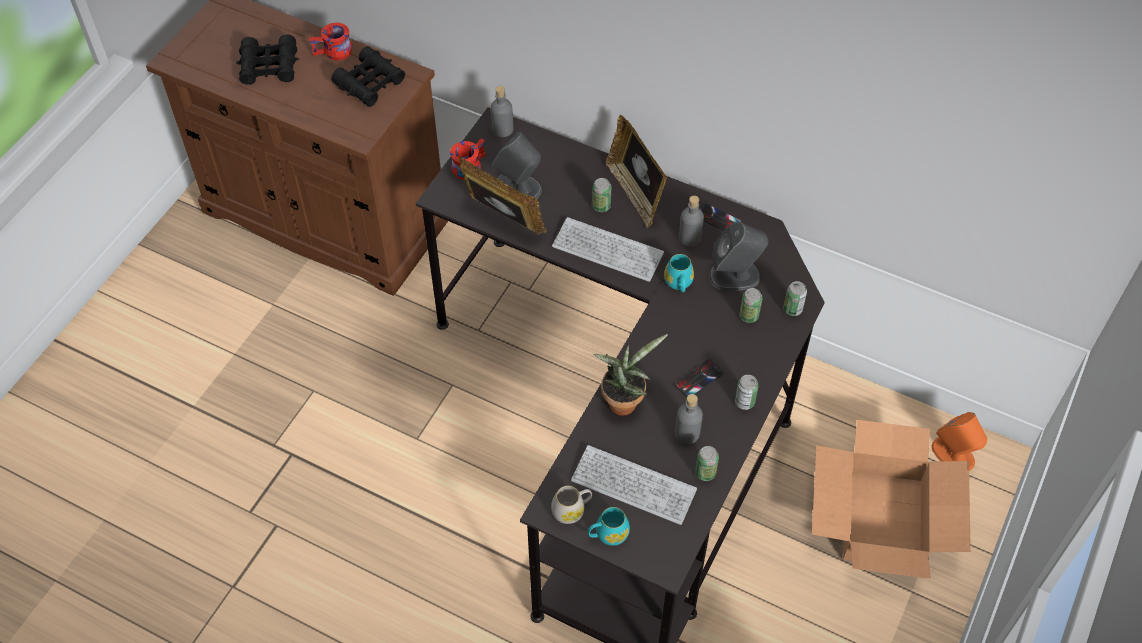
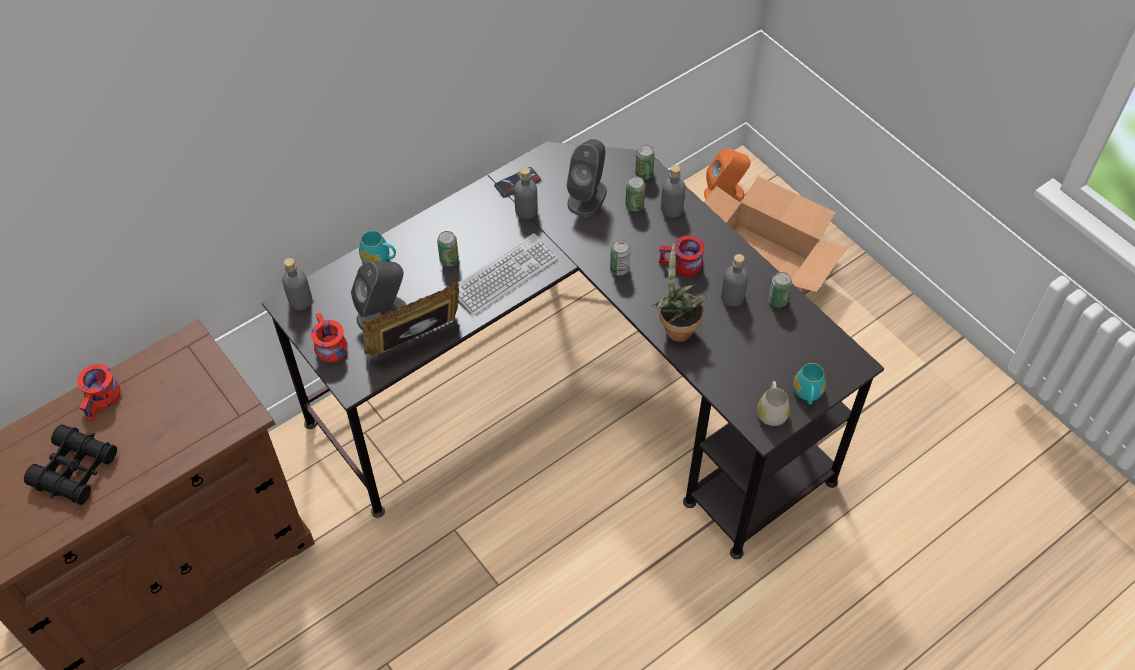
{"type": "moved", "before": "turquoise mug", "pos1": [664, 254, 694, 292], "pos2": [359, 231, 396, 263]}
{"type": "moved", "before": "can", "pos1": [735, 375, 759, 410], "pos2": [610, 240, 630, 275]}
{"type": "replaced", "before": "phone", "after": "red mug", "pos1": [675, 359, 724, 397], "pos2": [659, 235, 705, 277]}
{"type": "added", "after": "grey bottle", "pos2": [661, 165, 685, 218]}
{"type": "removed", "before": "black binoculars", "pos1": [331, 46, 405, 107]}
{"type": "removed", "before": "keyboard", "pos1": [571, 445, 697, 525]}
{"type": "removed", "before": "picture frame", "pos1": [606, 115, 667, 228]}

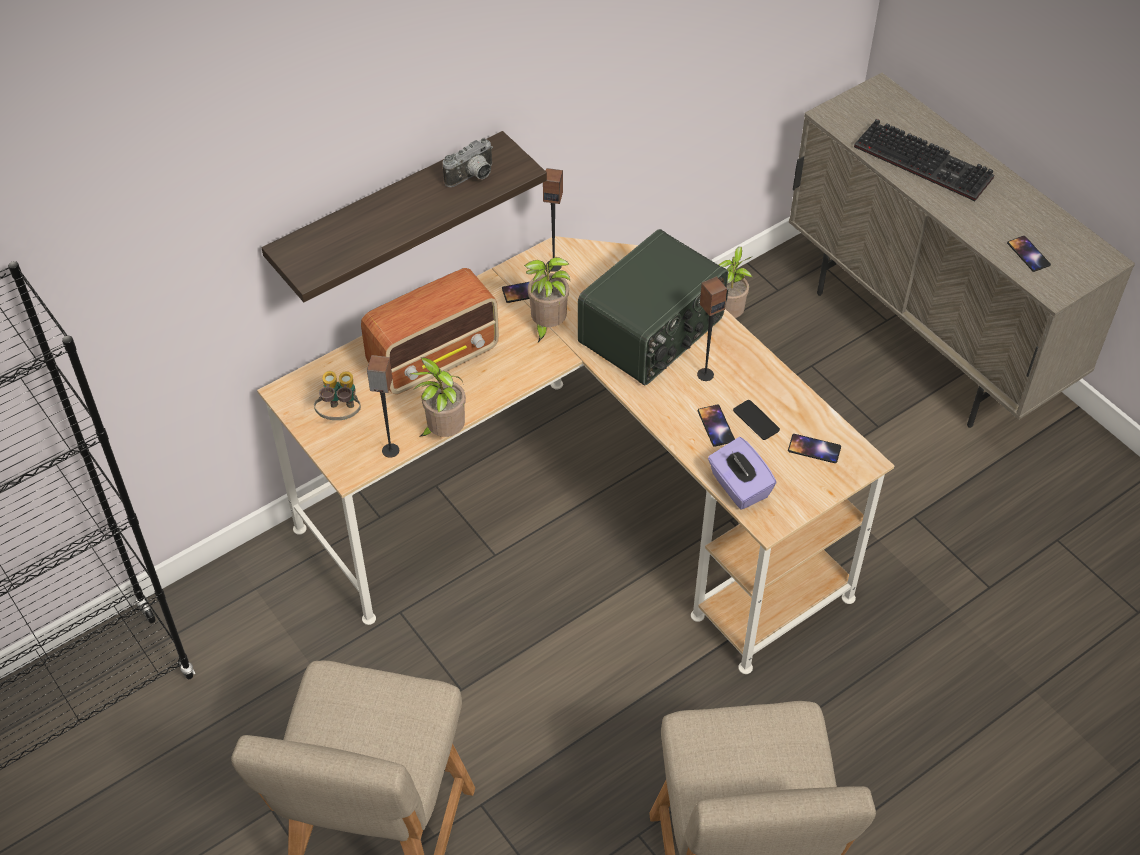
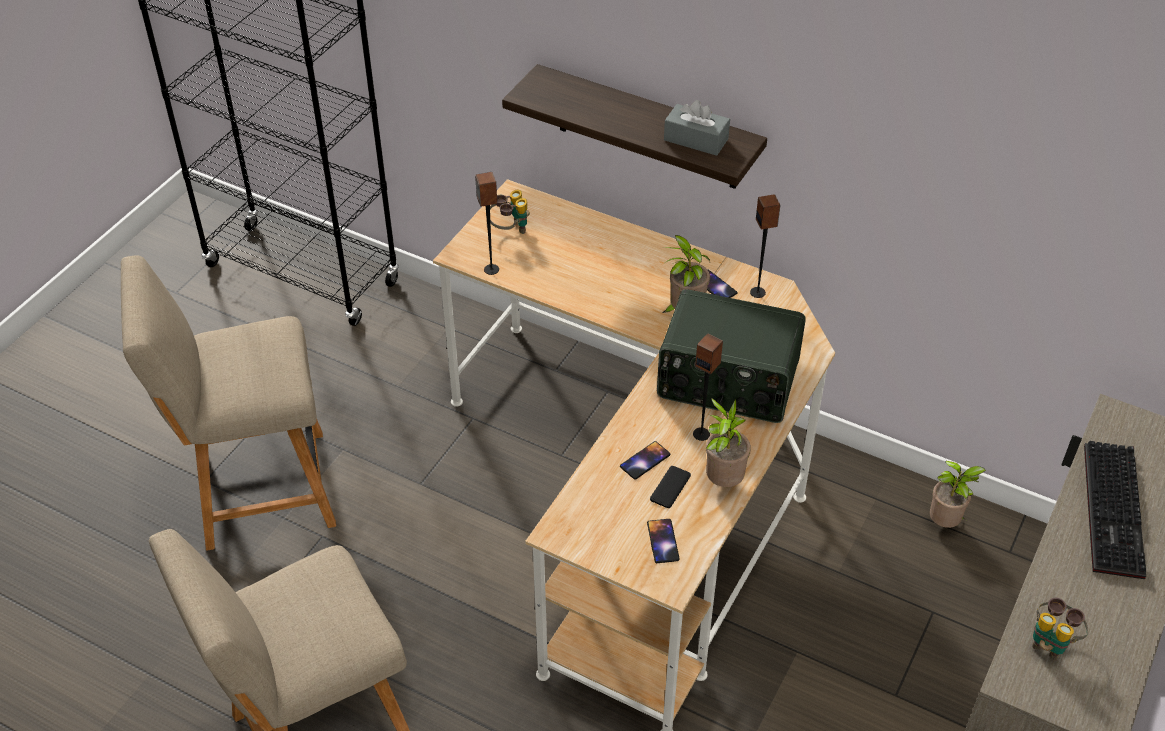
{"type": "replaced", "before": "photo camera", "after": "grey tissue box", "pos1": [443, 138, 493, 187], "pos2": [664, 100, 730, 156]}
{"type": "moved", "before": "potted plant", "pos1": [410, 358, 466, 437], "pos2": [706, 398, 751, 487]}
{"type": "replaced", "before": "phone", "after": "binoculars", "pos1": [1007, 236, 1051, 272], "pos2": [1032, 598, 1089, 661]}
{"type": "removed", "before": "radio", "pos1": [361, 268, 499, 394]}
{"type": "removed", "before": "purple tissue box", "pos1": [708, 437, 777, 510]}

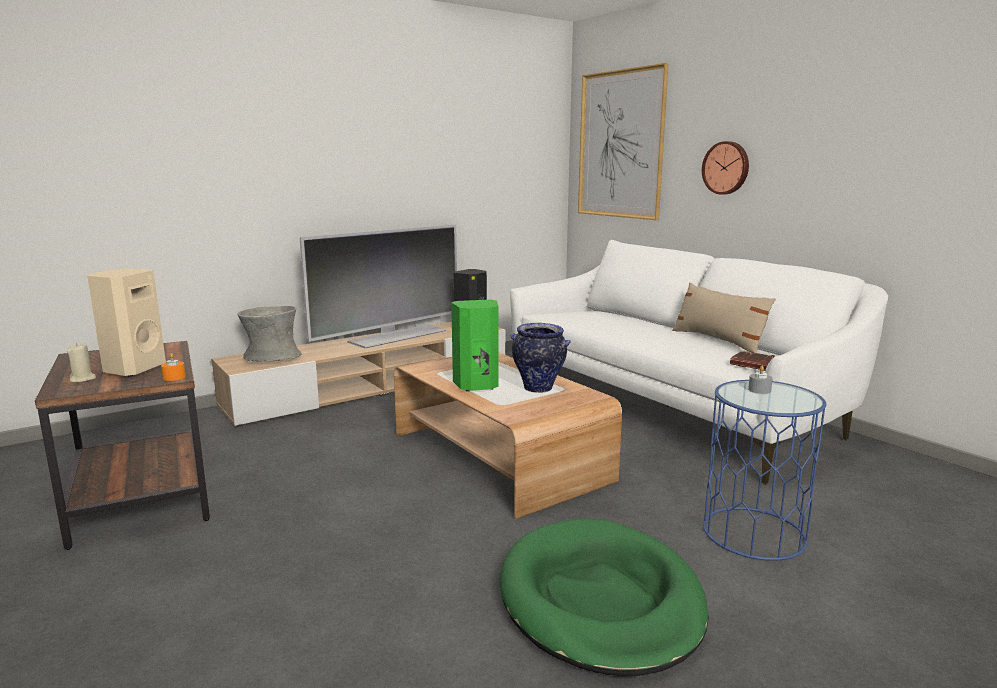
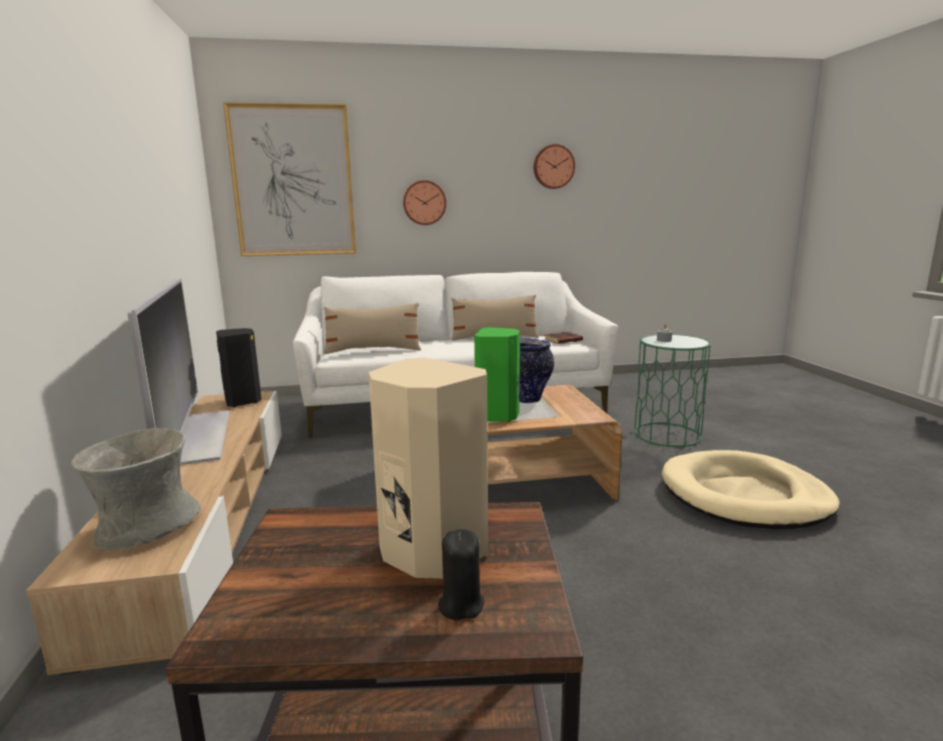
{"type": "added", "after": "beige pillow", "pos2": [324, 303, 421, 354]}
{"type": "recoloured", "before": "beige candle", "after": "black candle", "pos1": [67, 343, 96, 382], "pos2": [438, 529, 484, 620]}
{"type": "added", "after": "wall clock", "pos2": [534, 144, 575, 189]}
{"type": "recoloured", "before": "blue side table", "after": "green side table", "pos1": [703, 380, 826, 561], "pos2": [634, 335, 711, 447]}
{"type": "recoloured", "before": "green dog bed", "after": "beige dog bed", "pos1": [500, 518, 709, 676], "pos2": [662, 450, 840, 529]}
{"type": "removed", "before": "orange candle", "pos1": [161, 353, 186, 381]}

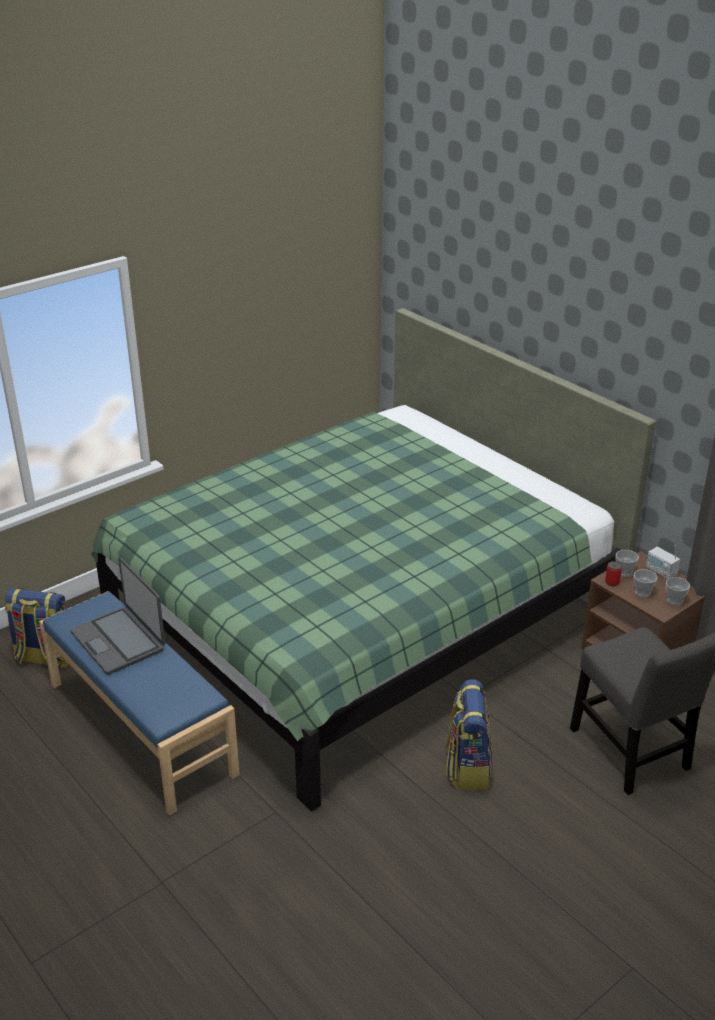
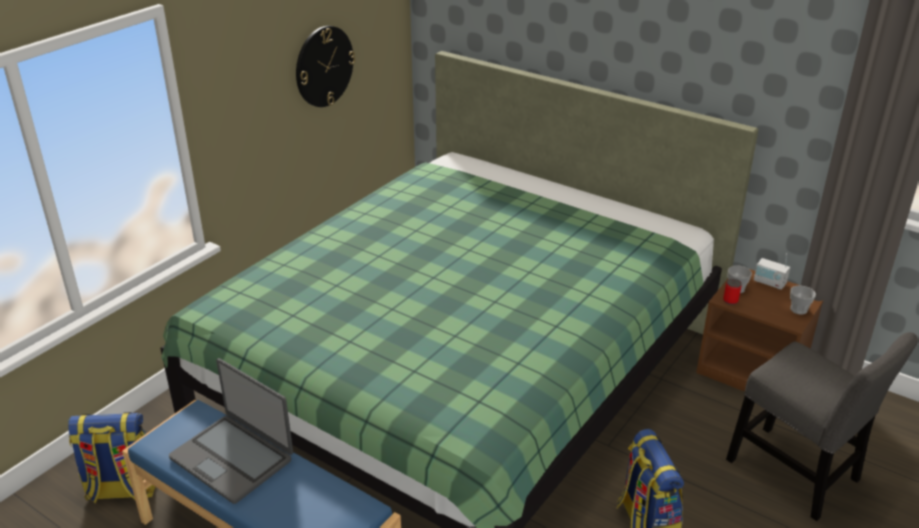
{"type": "added", "after": "wall clock", "pos2": [296, 26, 355, 107]}
{"type": "removed", "before": "cup", "pos1": [634, 569, 658, 597]}

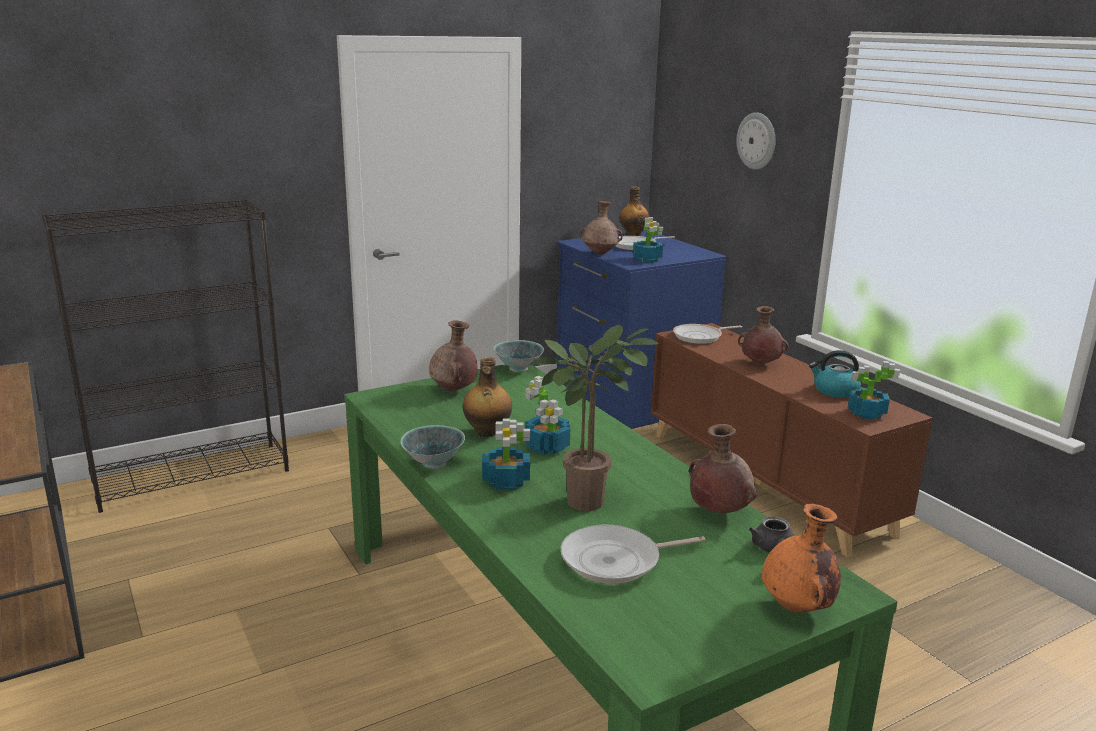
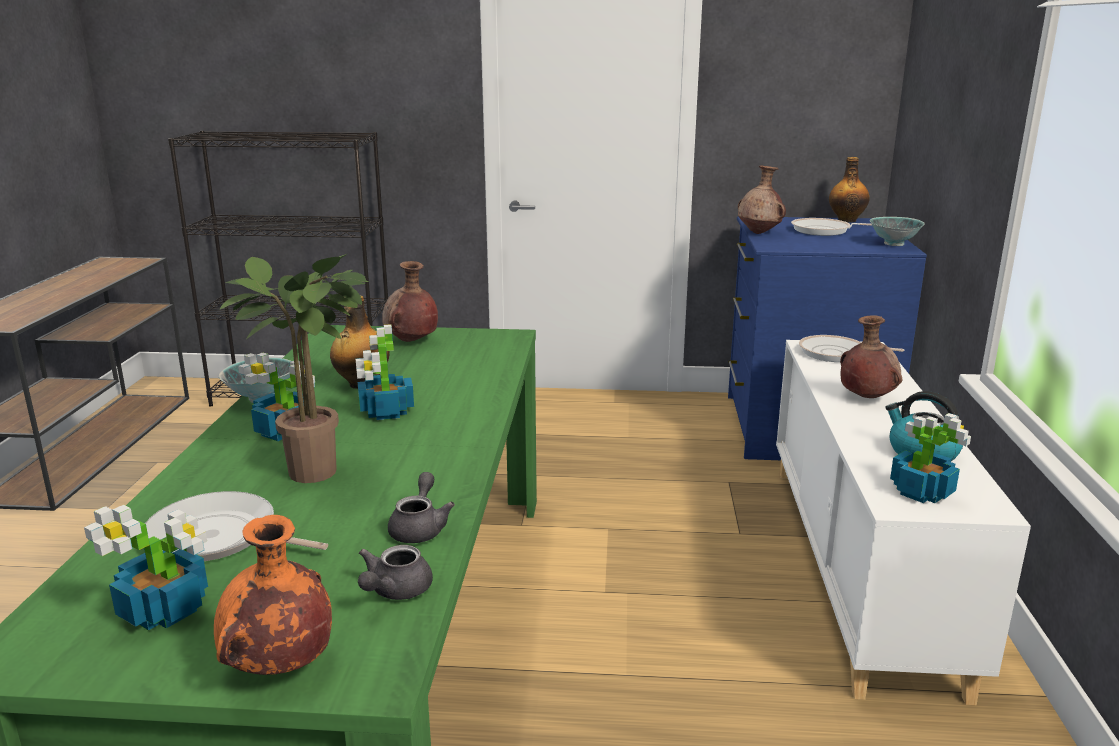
{"type": "moved", "before": "potted plant", "pos1": [633, 217, 663, 262], "pos2": [84, 505, 208, 630]}
{"type": "replaced", "before": "brown vase", "after": "grey teapot", "pos1": [689, 424, 757, 513], "pos2": [388, 472, 455, 543]}
{"type": "recoloured", "before": "brown cabinet", "after": "white cabinet", "pos1": [651, 323, 933, 557], "pos2": [776, 340, 1031, 705]}
{"type": "moved", "before": "bowl", "pos1": [494, 340, 544, 372], "pos2": [870, 217, 925, 246]}
{"type": "removed", "before": "wall clock", "pos1": [736, 112, 776, 170]}

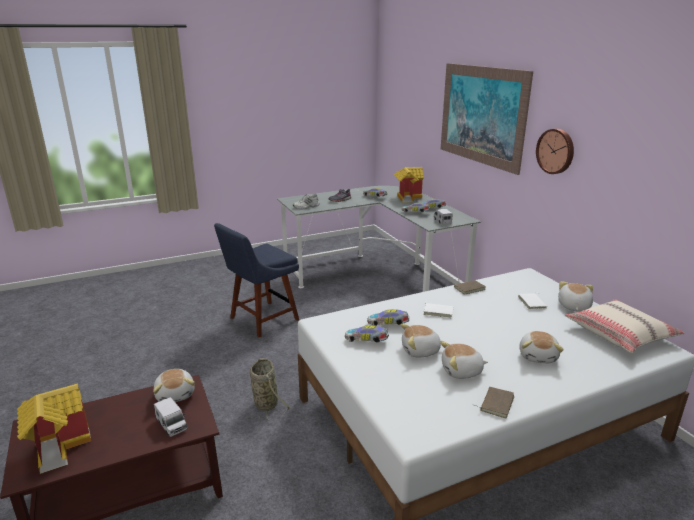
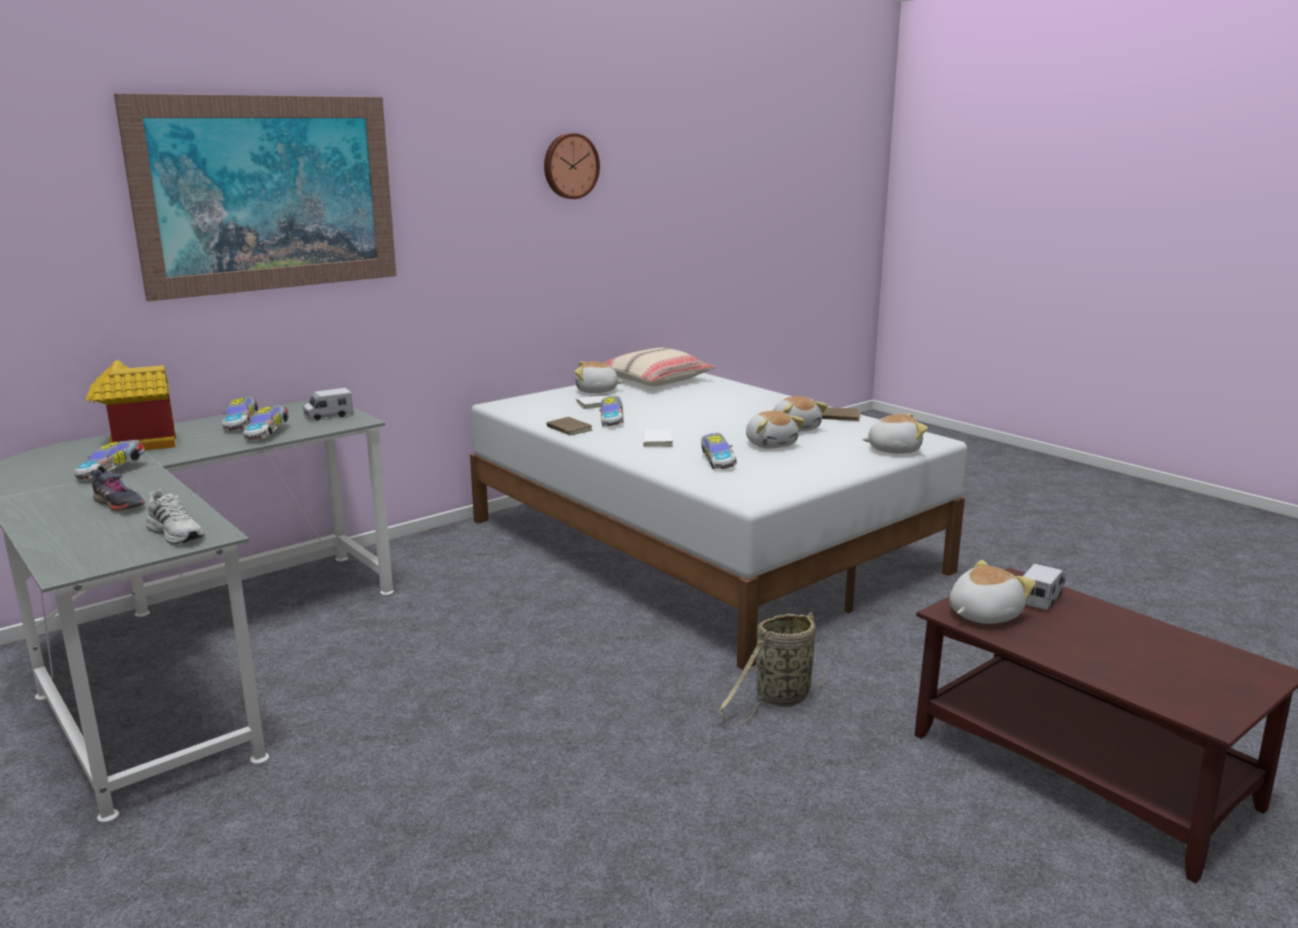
{"type": "moved", "before": "wall clock", "pos1": [536, 129, 574, 174], "pos2": [544, 133, 600, 199]}
{"type": "moved", "before": "toy car", "pos1": [345, 325, 389, 343], "pos2": [599, 396, 624, 426]}
{"type": "moved", "before": "plush toy", "pos1": [519, 331, 564, 363], "pos2": [862, 413, 928, 453]}
{"type": "removed", "before": "toy house", "pos1": [17, 383, 91, 474]}
{"type": "removed", "before": "blue chair", "pos1": [214, 223, 299, 337]}

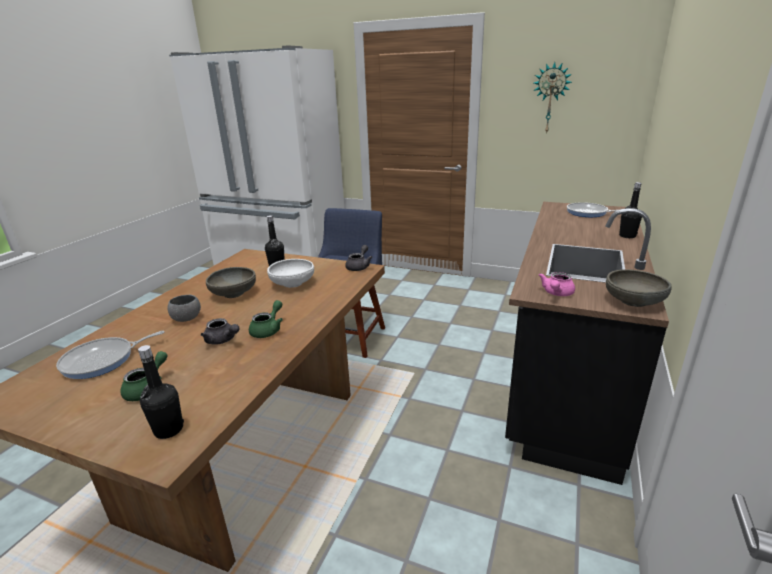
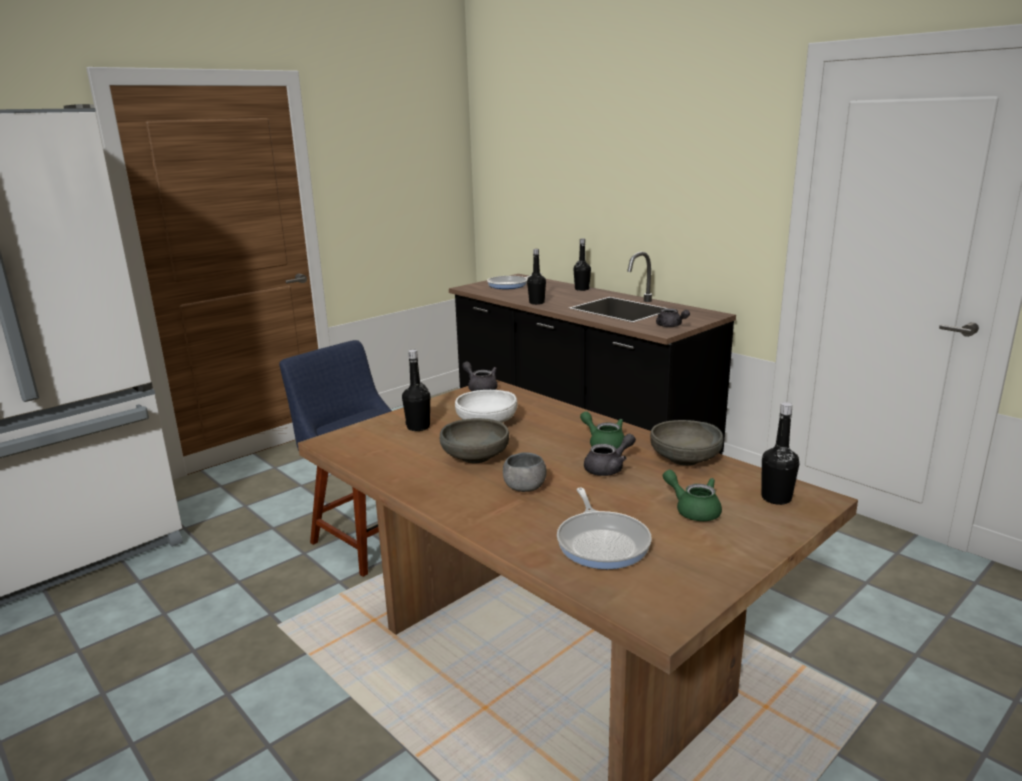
{"type": "added", "after": "black bottle", "pos2": [527, 249, 546, 305]}
{"type": "moved", "before": "grey bowl", "pos1": [606, 269, 672, 307], "pos2": [650, 420, 723, 466]}
{"type": "recoloured", "before": "pink teapot", "after": "grey teapot", "pos1": [539, 272, 575, 296], "pos2": [656, 308, 690, 327]}
{"type": "removed", "before": "wall clock", "pos1": [533, 62, 572, 134]}

